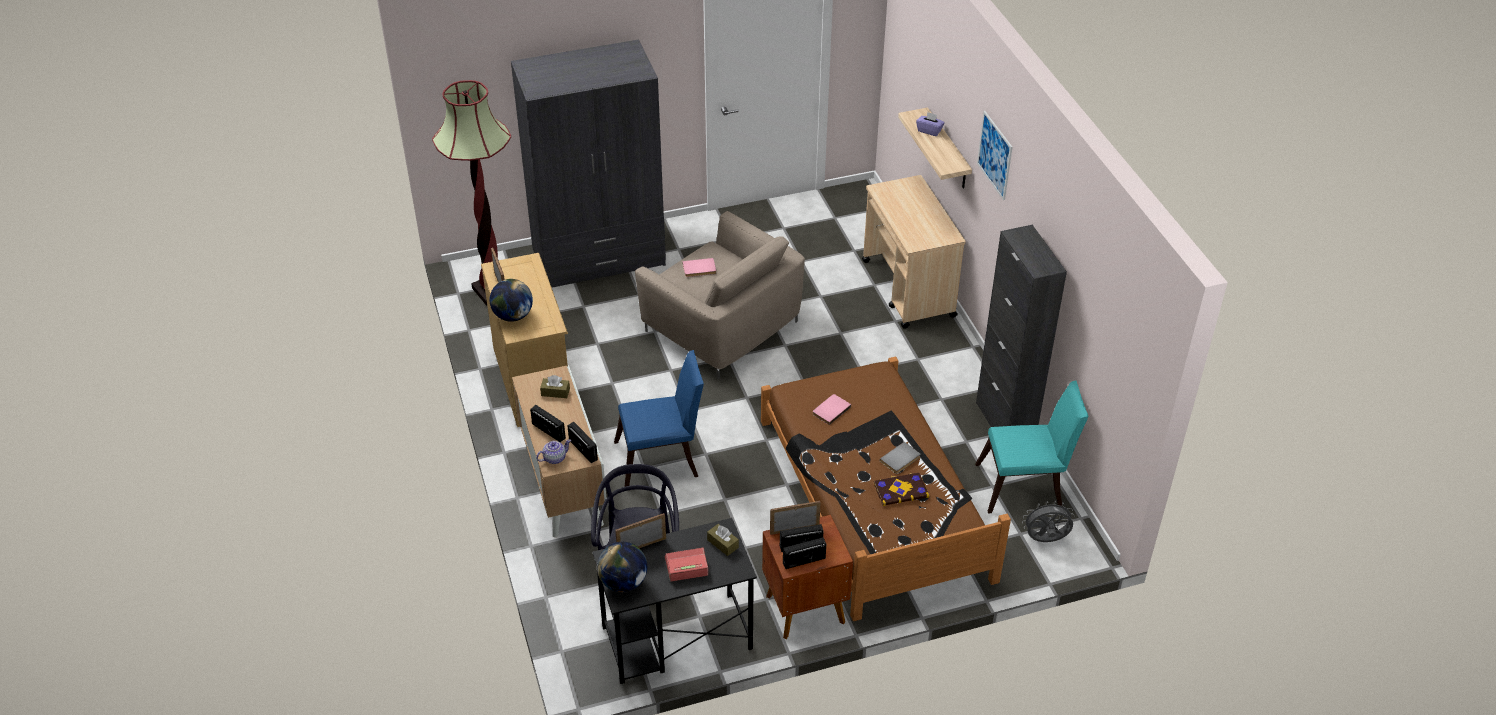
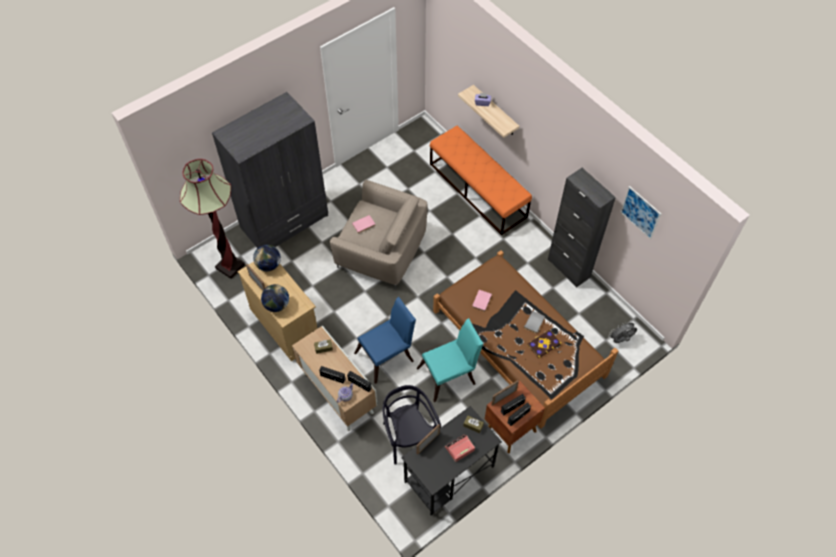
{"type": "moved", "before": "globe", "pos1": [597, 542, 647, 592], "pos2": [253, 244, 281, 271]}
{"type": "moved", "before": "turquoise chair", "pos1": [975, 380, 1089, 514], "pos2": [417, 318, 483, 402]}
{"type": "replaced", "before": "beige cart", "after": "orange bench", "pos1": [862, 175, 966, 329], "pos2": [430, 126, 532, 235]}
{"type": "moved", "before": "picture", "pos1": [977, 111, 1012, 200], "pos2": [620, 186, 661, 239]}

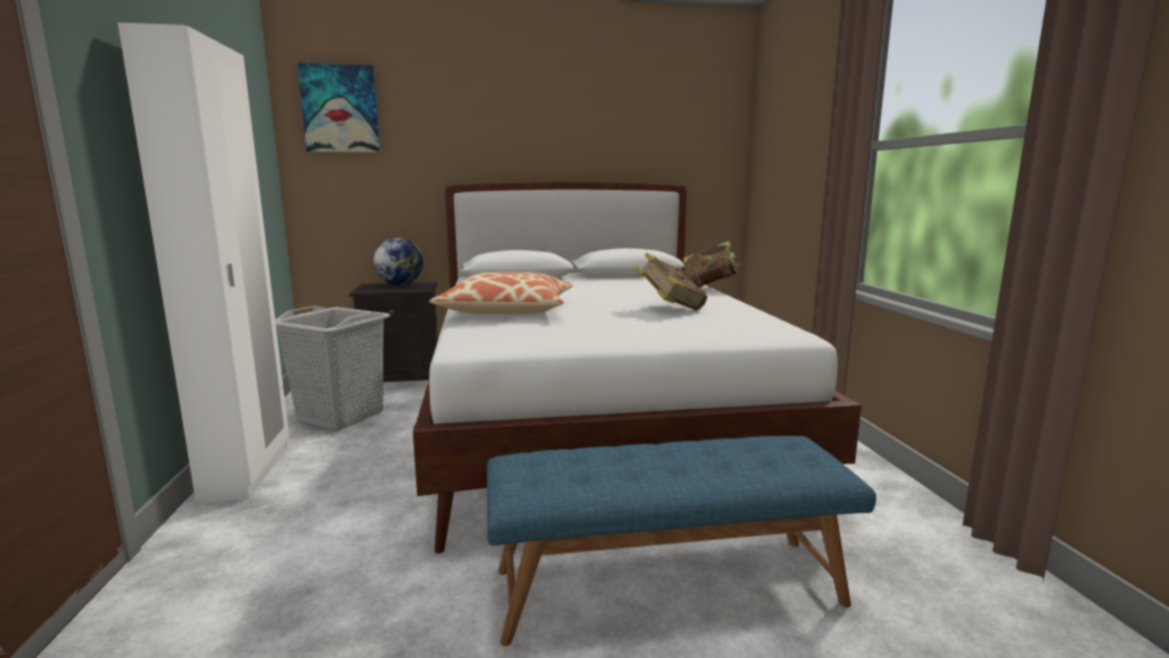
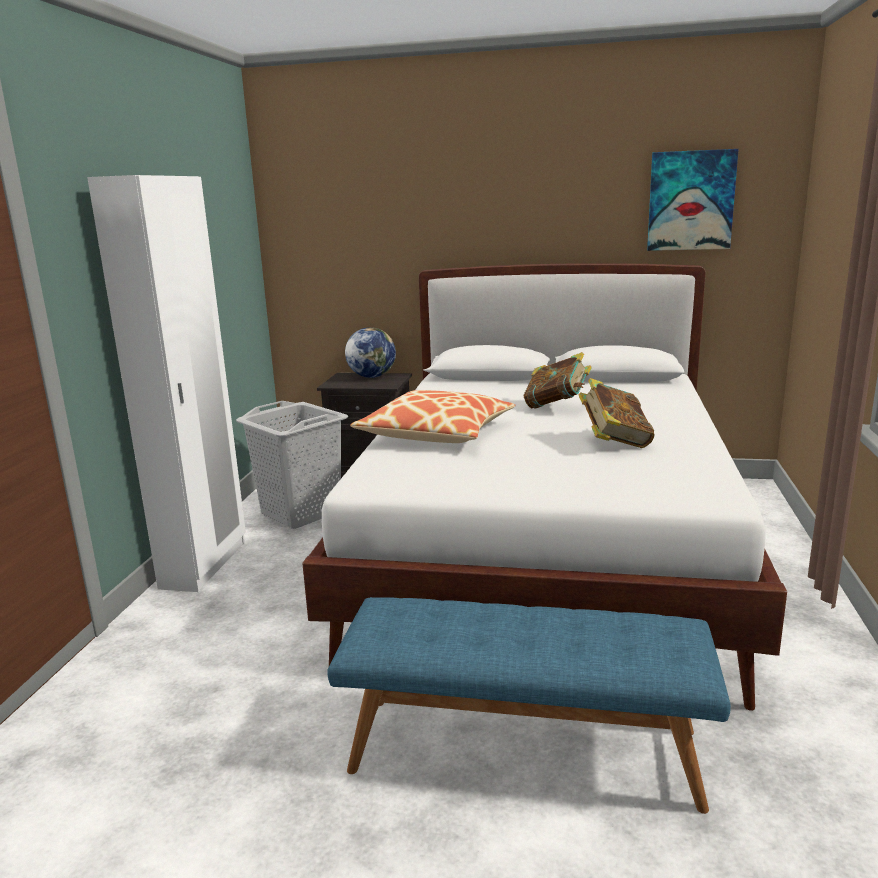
{"type": "moved", "before": "book", "pos1": [683, 241, 741, 288], "pos2": [524, 352, 592, 409]}
{"type": "moved", "before": "picture", "pos1": [297, 63, 380, 153], "pos2": [647, 149, 739, 251]}

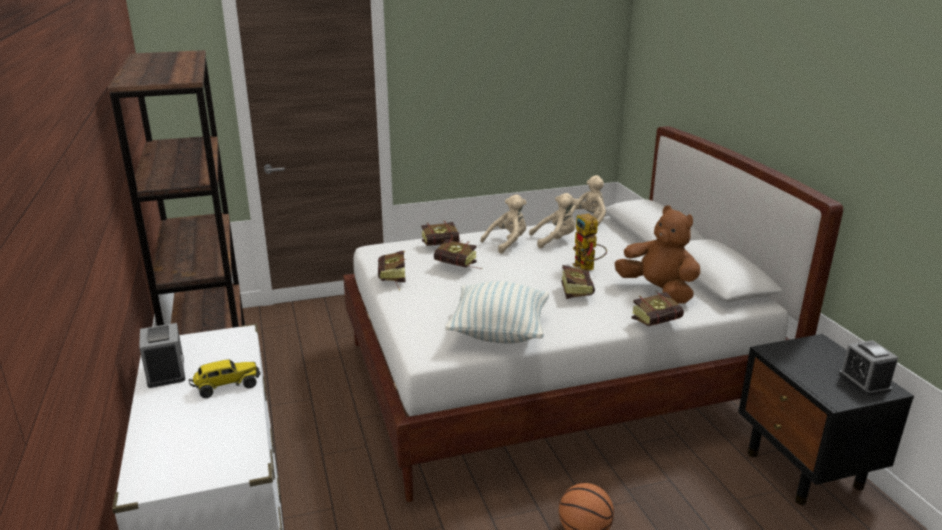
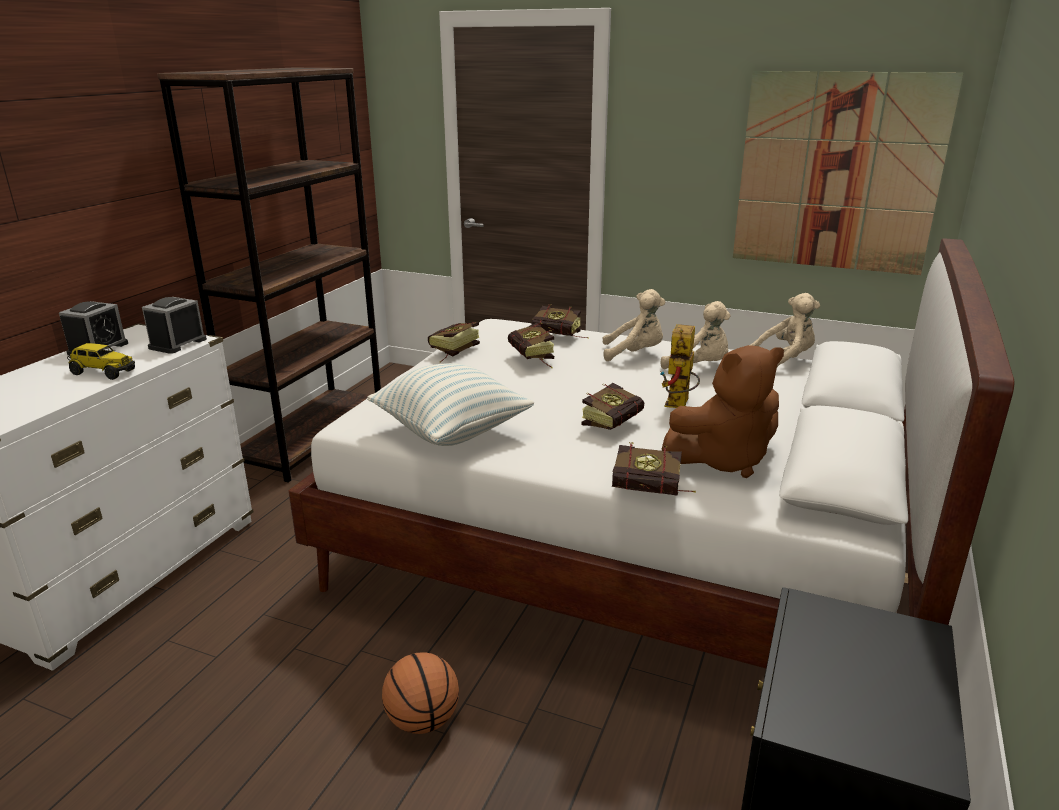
{"type": "moved", "before": "alarm clock", "pos1": [839, 340, 898, 396], "pos2": [142, 297, 207, 354]}
{"type": "turned", "before": "brown plush toy", "pos1": [614, 205, 700, 304], "pos2": [661, 345, 784, 478], "turn": 75}
{"type": "added", "after": "picture", "pos2": [733, 71, 963, 275]}

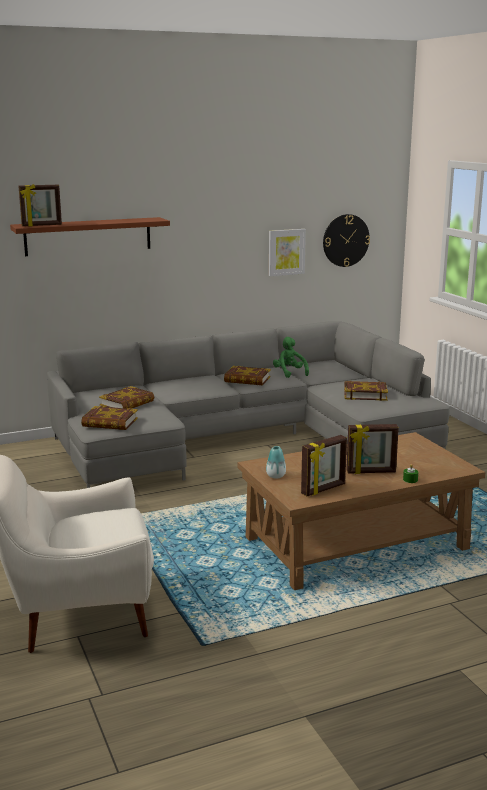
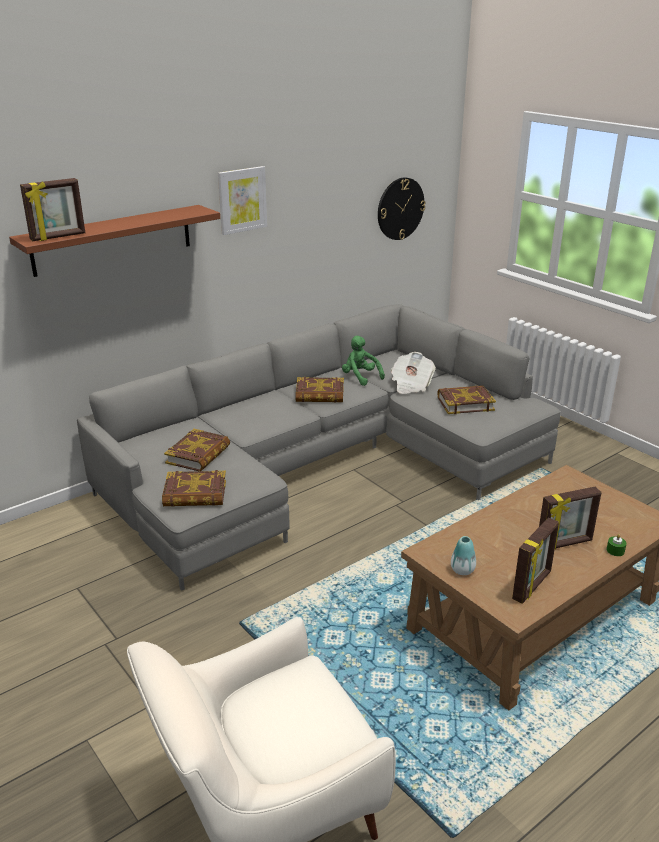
{"type": "moved", "before": "picture", "pos1": [269, 229, 306, 276], "pos2": [218, 166, 267, 235]}
{"type": "added", "after": "newspaper", "pos2": [391, 352, 436, 394]}

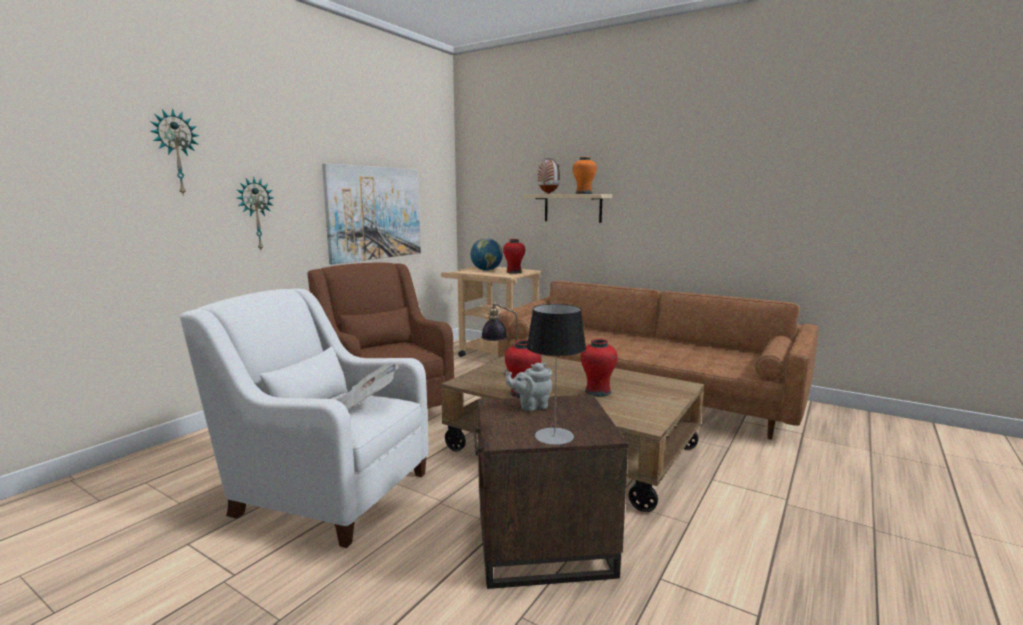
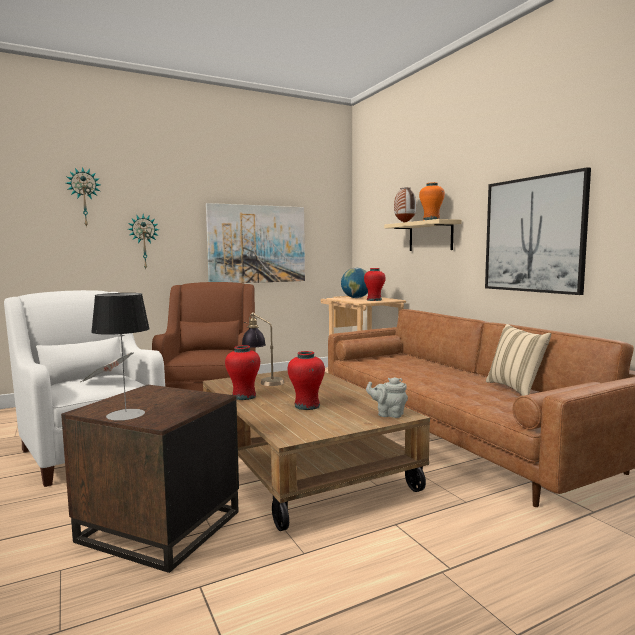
{"type": "moved", "before": "grey teapot", "pos1": [506, 363, 552, 411], "pos2": [366, 377, 408, 418]}
{"type": "added", "after": "picture", "pos2": [485, 167, 591, 295]}
{"type": "added", "after": "beige pillow", "pos2": [486, 324, 551, 396]}

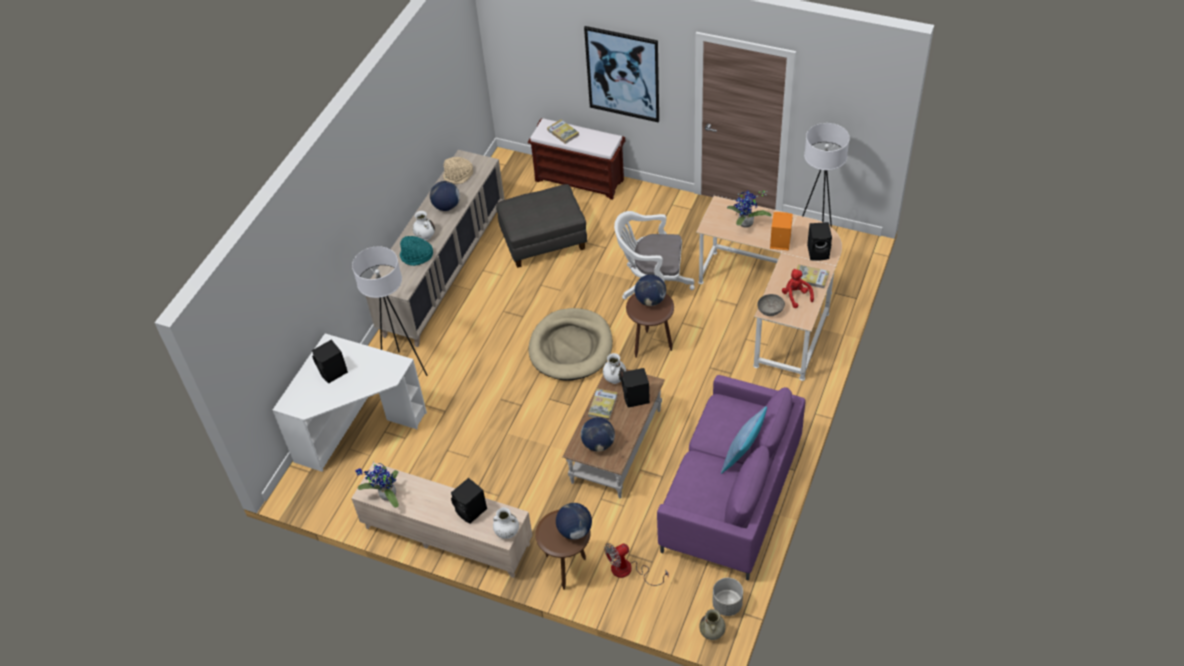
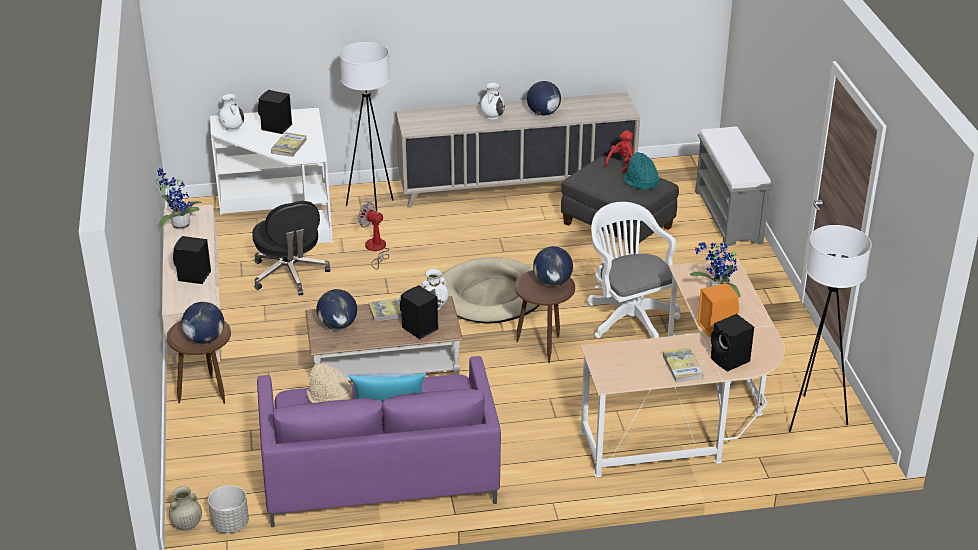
{"type": "moved", "before": "white vase", "pos1": [493, 507, 519, 539], "pos2": [218, 94, 244, 132]}
{"type": "added", "after": "black office chair", "pos2": [252, 201, 330, 296]}
{"type": "moved", "before": "book", "pos1": [547, 120, 579, 144], "pos2": [271, 132, 307, 157]}
{"type": "moved", "before": "beige hat", "pos1": [443, 157, 473, 184], "pos2": [306, 363, 353, 403]}
{"type": "moved", "before": "fan", "pos1": [604, 543, 669, 586], "pos2": [358, 202, 389, 270]}
{"type": "moved", "before": "red plush toy", "pos1": [782, 269, 814, 308], "pos2": [605, 130, 633, 173]}
{"type": "moved", "before": "turquoise hat", "pos1": [400, 236, 433, 266], "pos2": [624, 152, 659, 189]}
{"type": "recoloured", "before": "brown bench", "after": "grey bench", "pos1": [528, 118, 626, 200], "pos2": [695, 127, 774, 248]}
{"type": "removed", "before": "picture", "pos1": [584, 26, 659, 123]}
{"type": "removed", "before": "grey bowl", "pos1": [757, 294, 785, 316]}

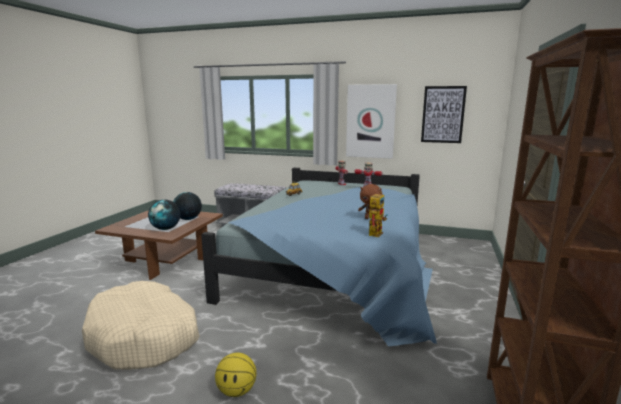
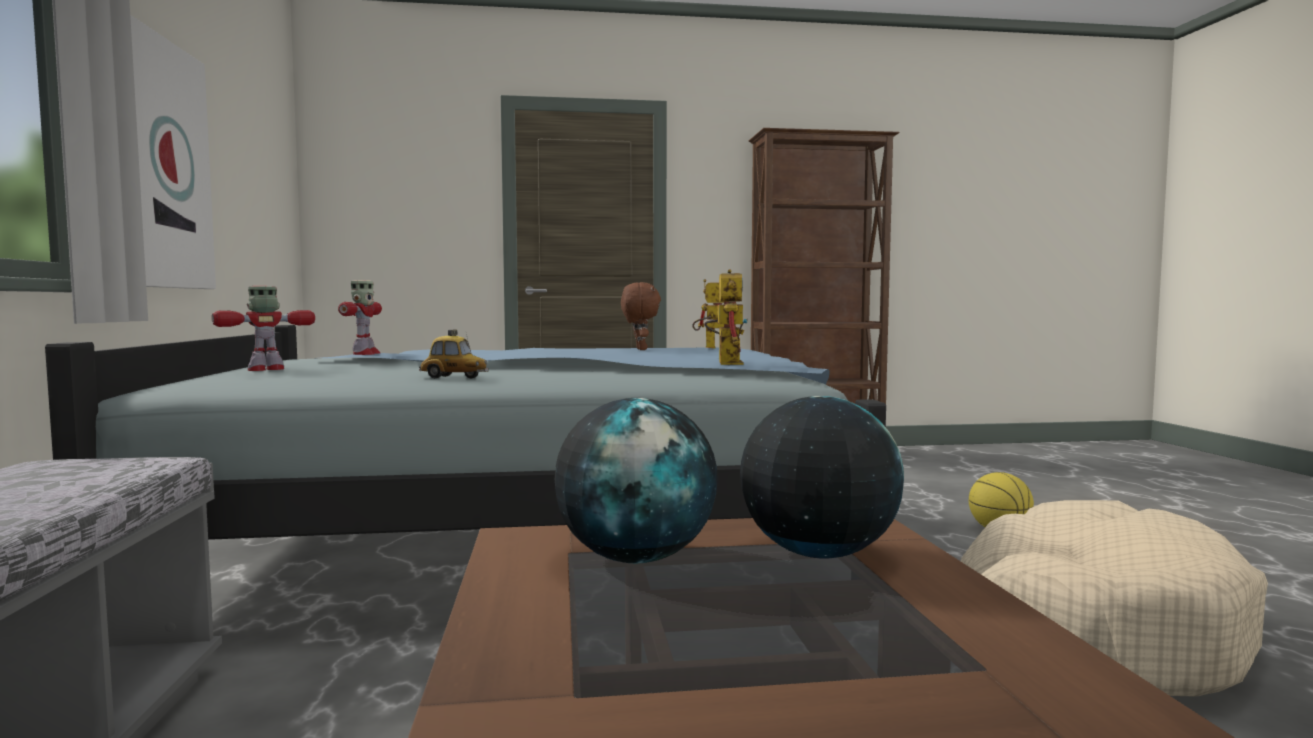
{"type": "added", "after": "toy robot", "pos2": [704, 269, 748, 365]}
{"type": "removed", "before": "picture", "pos1": [421, 86, 467, 143]}

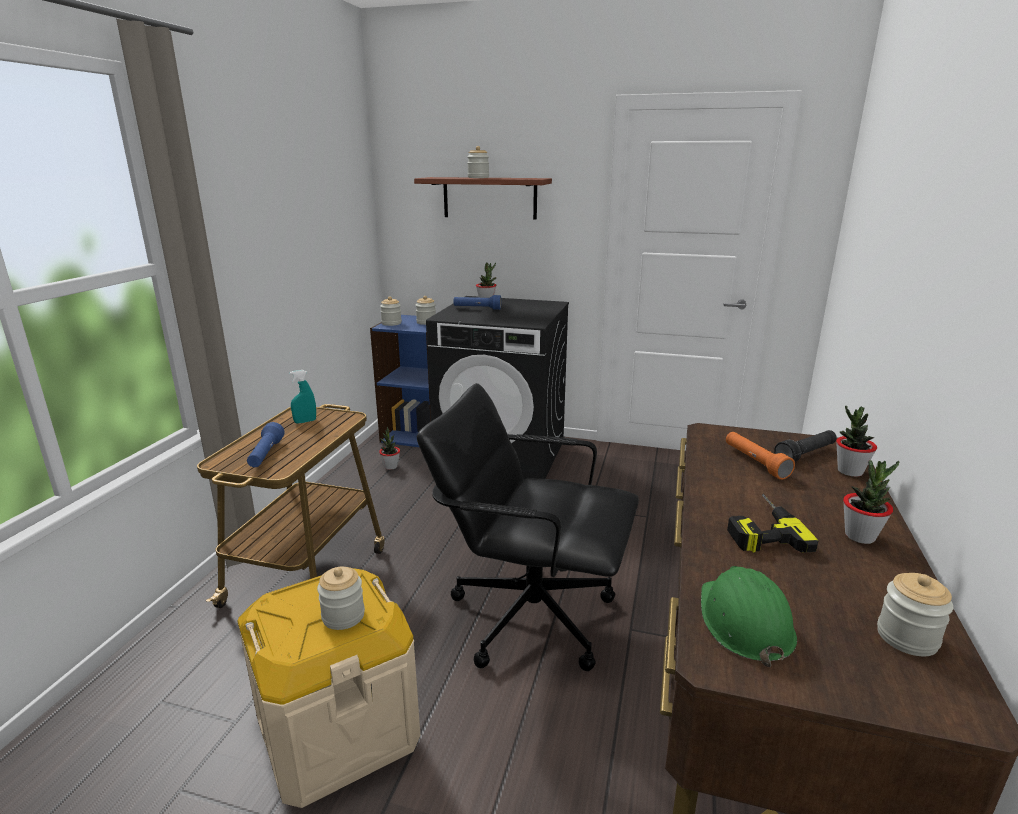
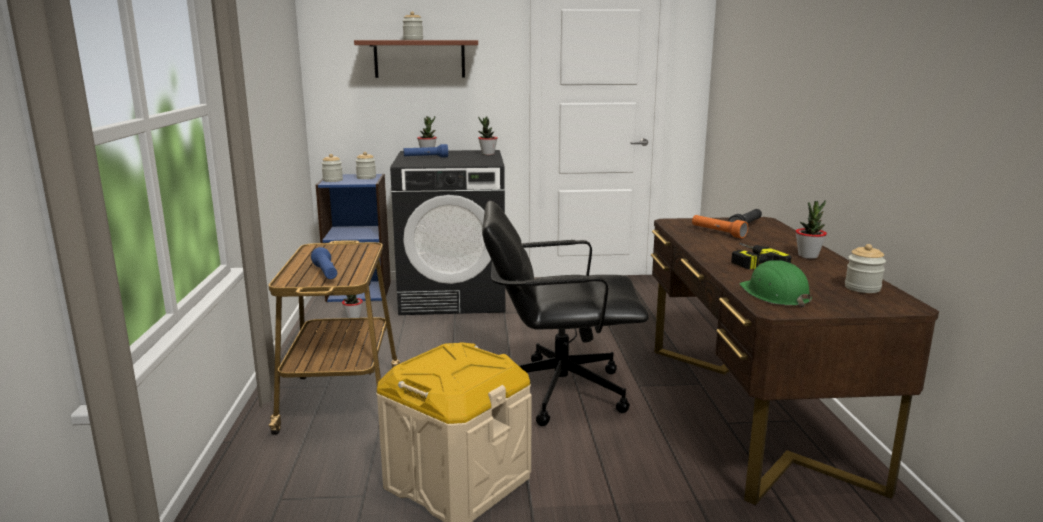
{"type": "moved", "before": "potted plant", "pos1": [836, 406, 877, 477], "pos2": [478, 117, 498, 155]}
{"type": "removed", "before": "turquoise spray bottle", "pos1": [289, 370, 316, 424]}
{"type": "removed", "before": "jar", "pos1": [317, 567, 365, 630]}

